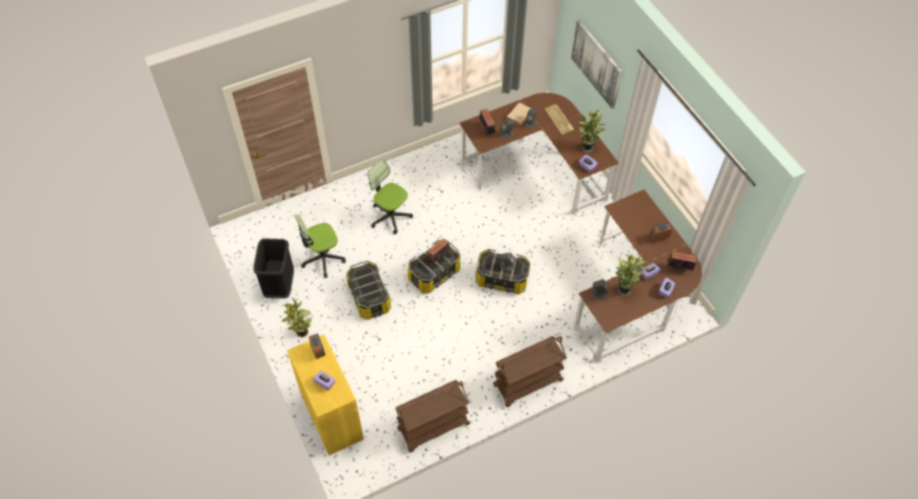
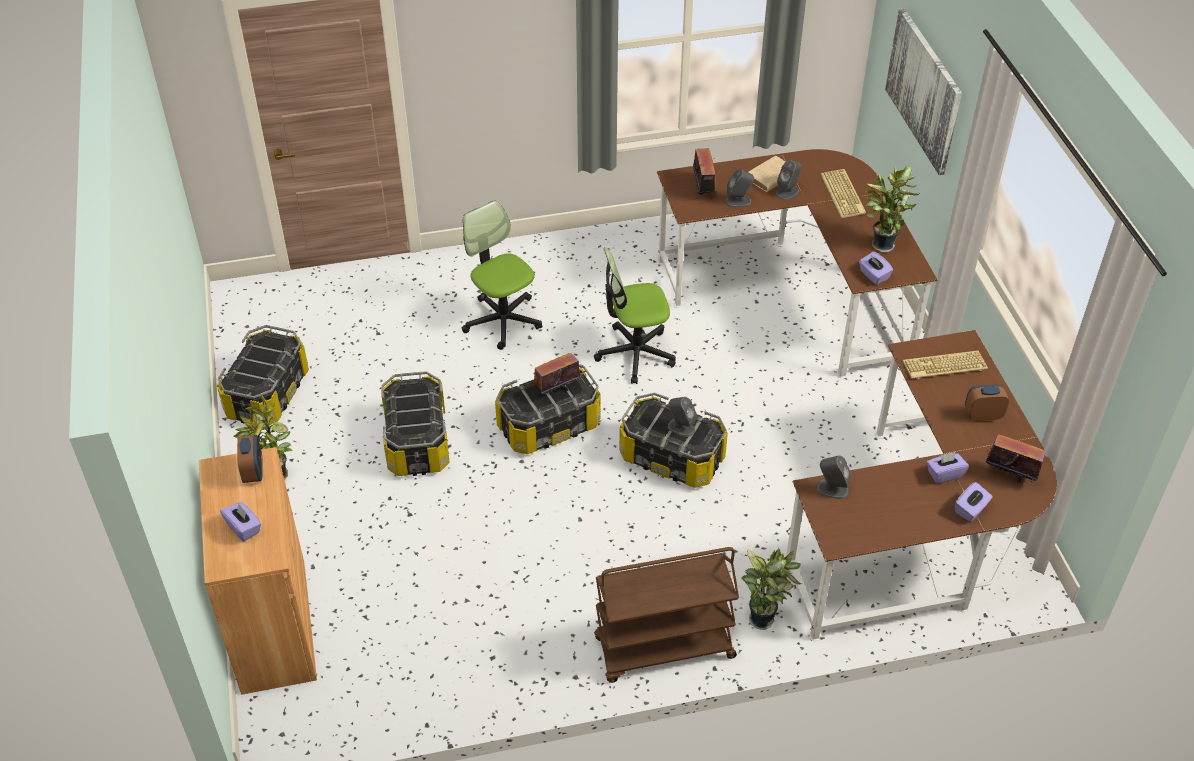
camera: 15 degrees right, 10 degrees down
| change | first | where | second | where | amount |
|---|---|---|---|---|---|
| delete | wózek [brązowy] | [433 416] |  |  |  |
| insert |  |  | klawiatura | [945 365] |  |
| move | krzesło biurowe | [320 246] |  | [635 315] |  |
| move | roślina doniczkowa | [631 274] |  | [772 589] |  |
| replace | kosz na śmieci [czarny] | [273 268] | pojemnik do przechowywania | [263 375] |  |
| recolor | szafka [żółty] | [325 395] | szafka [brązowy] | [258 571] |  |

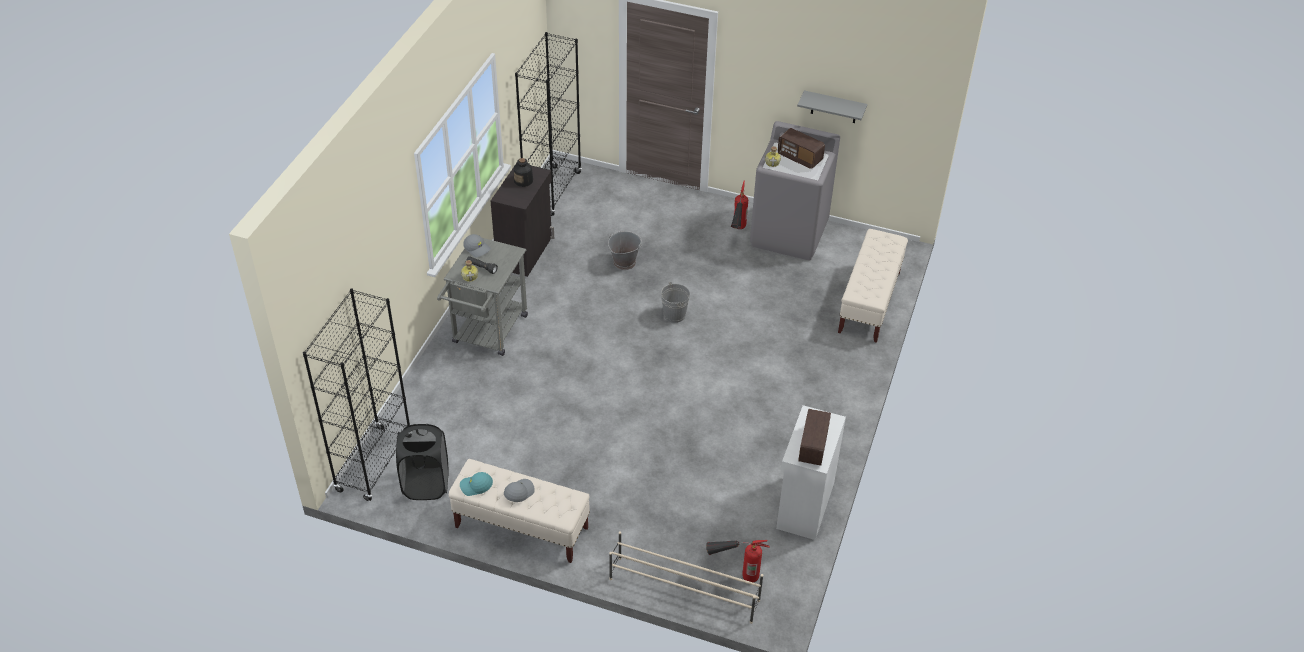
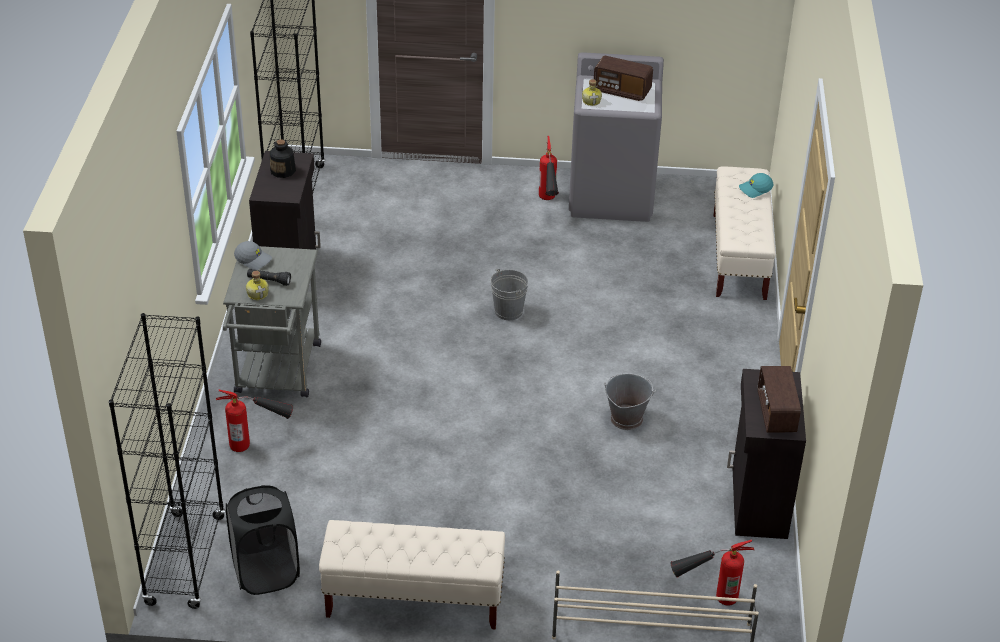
camera: 15 degrees left, 5 degrees down
| change | first | where | second | where | amount |
|---|---|---|---|---|---|
| delete | czapka z daszkiem [szary] | [519 490] |  |  |  |
| delete | półka [szary] | [832 106] |  |  |  |
| insert |  |  | gaśnica | [254 421] |  |
| move | czapka z daszkiem [turkusowy] | [476 484] |  | [756 185] |  |
| move | wiadro [szary] | [625 250] |  | [629 401] |  |
| recolor | szafka [biały] | [811 472] | szafka [czarny] | [766 454] |  |

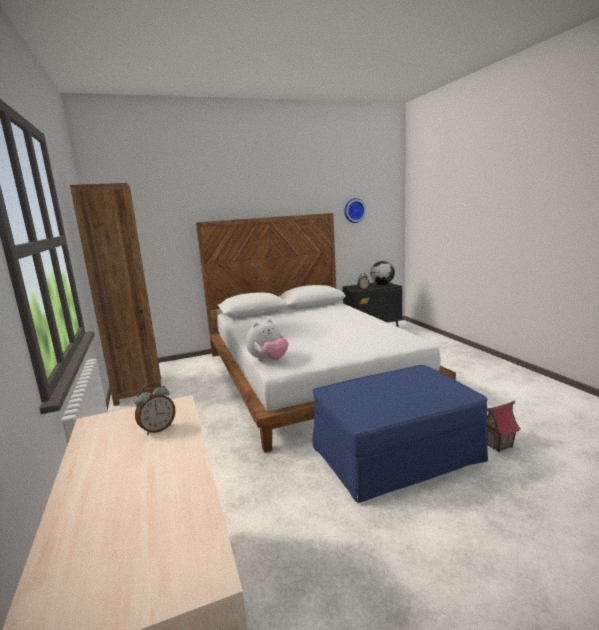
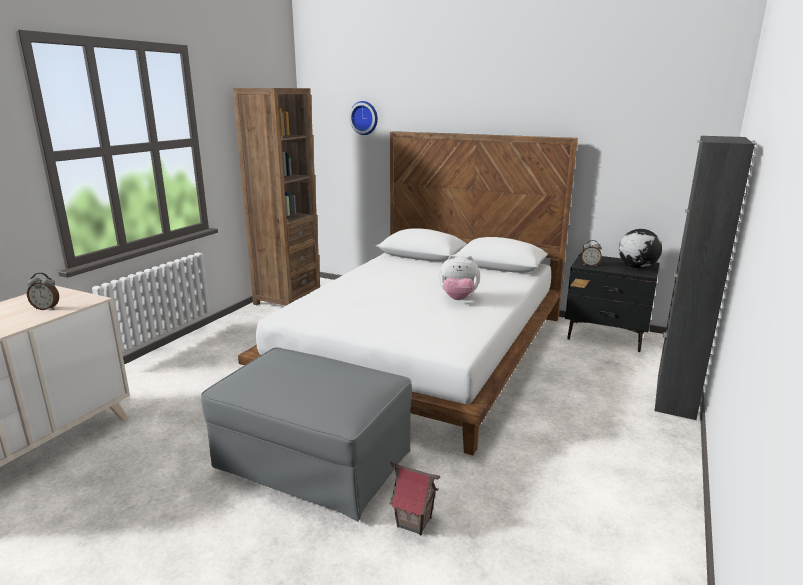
camera: 45 degrees right, 5 degrees up
| change | first | where | second | where | amount |
|---|---|---|---|---|---|
| insert |  |  | szafka [czarny] | [705 278] |  |
| move | pluszak | [267 340] |  | [459 277] |  |
| move | zegar ścienny | [355 210] |  | [363 118] |  |
| recolor | pufa [niebieski] | [400 434] | pufa [szary] | [306 434] |  |

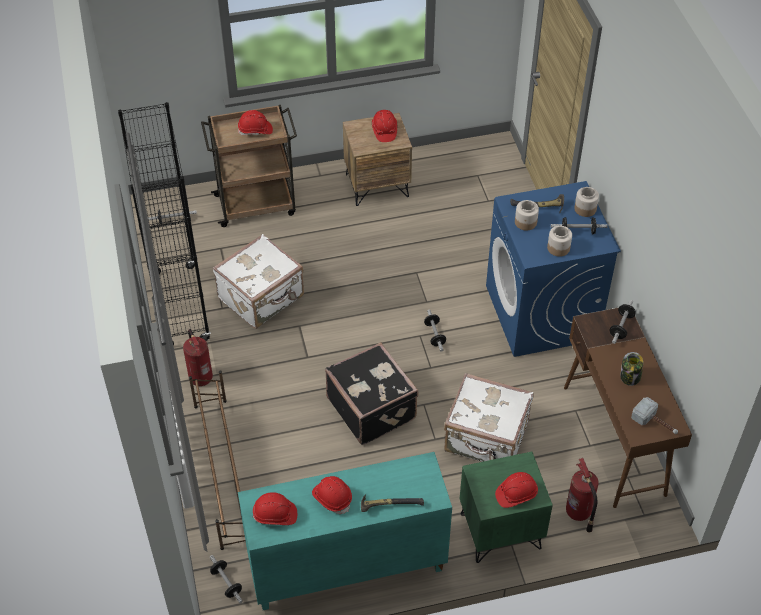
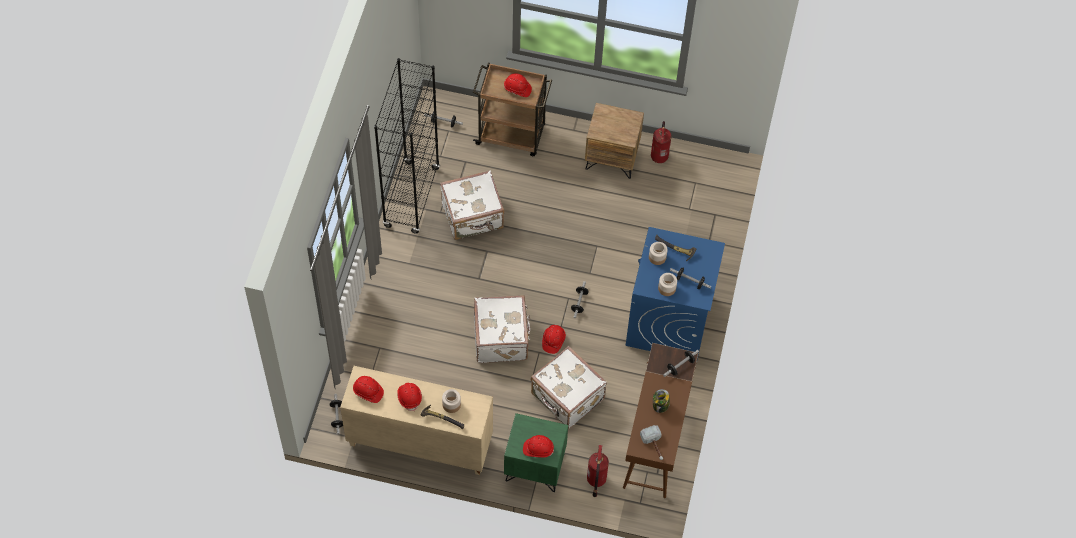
camera: 25 degrees right, 10 degrees up
| change | first | where | second | where | amount |
|---|---|---|---|---|---|
| delete | regał na buty [brązowy] | [217 460] |  |  |  |
| move | gaśnica | [198 357] |  | [661 142] |  |
| move | kask [czerwony] | [384 126] |  | [554 339] |  |
| move | słoik | [586 202] |  | [451 401] |  |
| recolor | szafka [turkusowy] | [345 531] | szafka [beżowy] | [416 420] |  |
| recolor | walizka [czarny] | [372 393] | walizka [biały] | [502 329] |  |

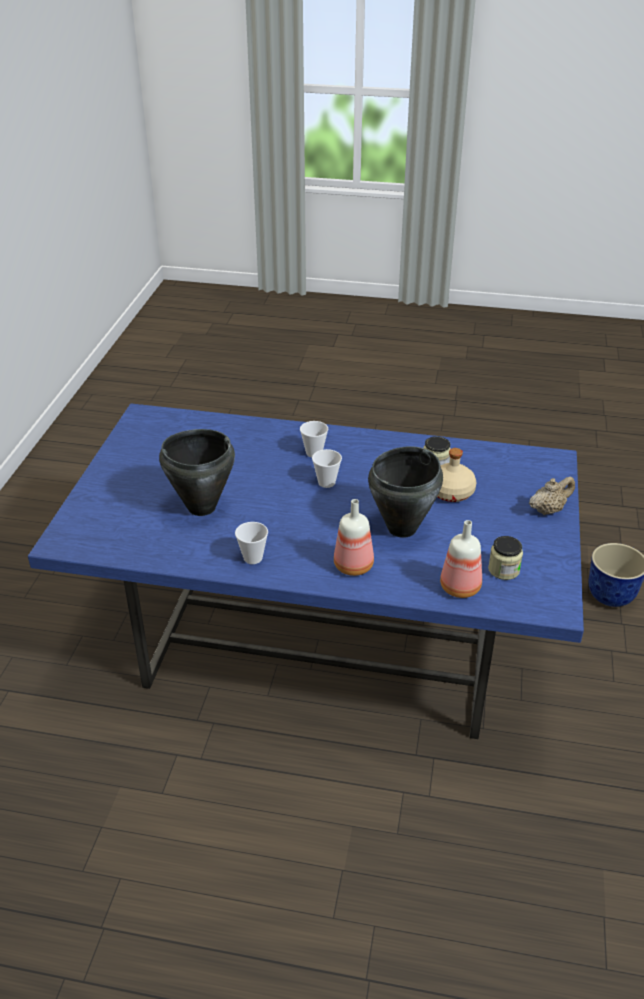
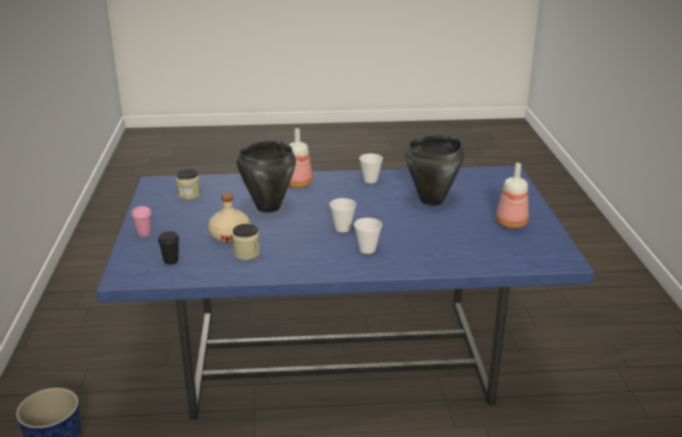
camera: 165 degrees right, 10 degrees down
| change | first | where | second | where | amount |
|---|---|---|---|---|---|
| insert |  |  | filiżanka [czarny] | [168 248] |  |
| move | butelka | [461 559] |  | [512 196] |  |
| replace | imbryk [beżowy] | [552 496] | filiżanka [różowy] | [142 221] |  |

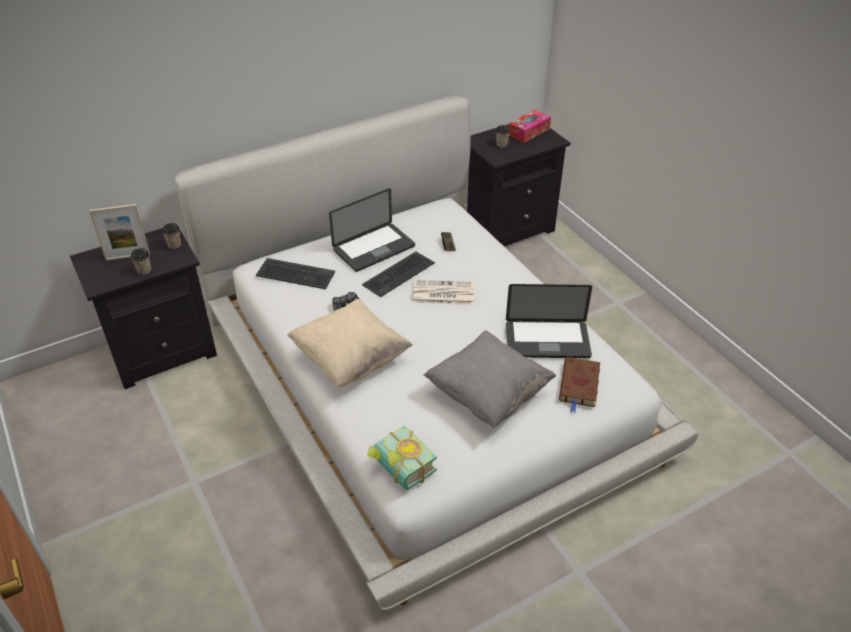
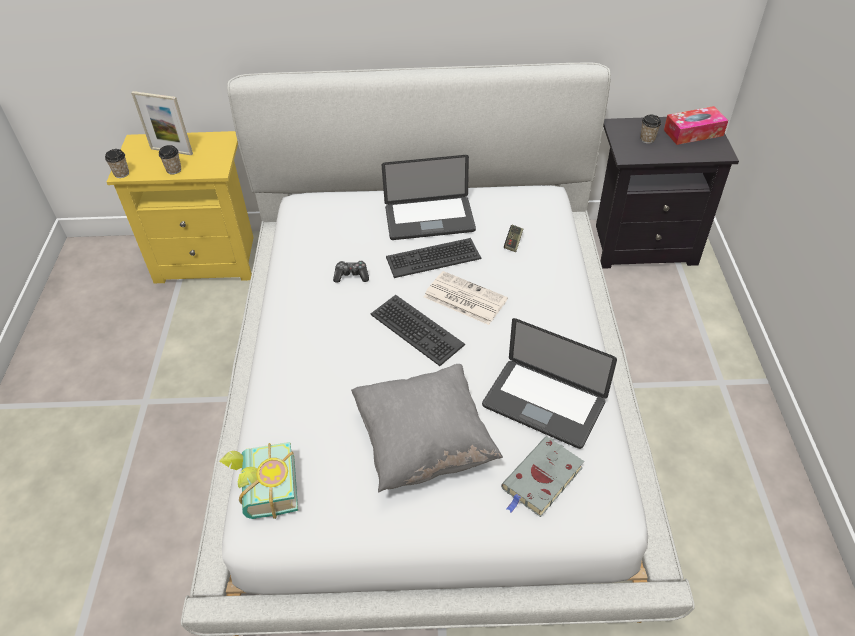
camera: 30 degrees right, 5 degrees up
| change | first | where | second | where | amount |
|---|---|---|---|---|---|
| delete | poduszka [beżowy] | [349 344] |  |  |  |
| move | filiżanka | [171 236] |  | [117 163] |  |
| move | klawiatura | [295 273] |  | [417 330] |  |
| recolor | szafka nocna [czarny] | [143 308] | szafka nocna [żółty] | [180 207] |  |
| recolor | książka [brązowy] | [579 384] | książka [szary] | [542 476] |  |

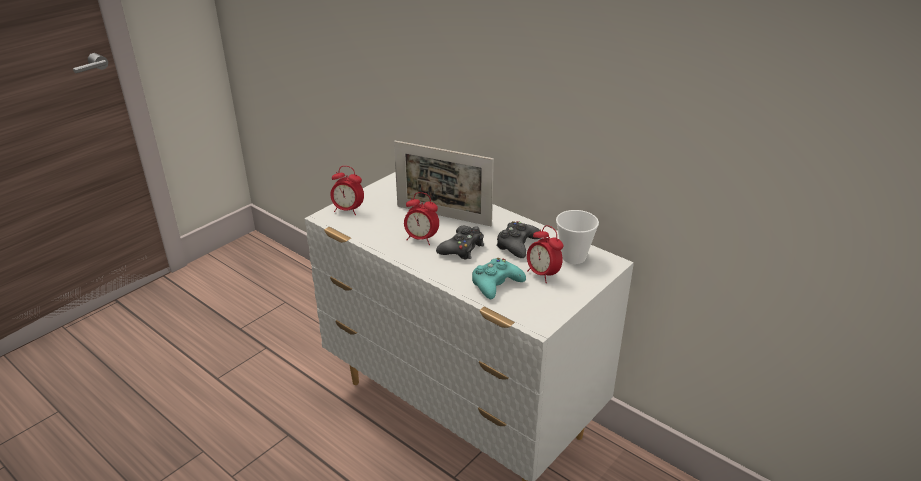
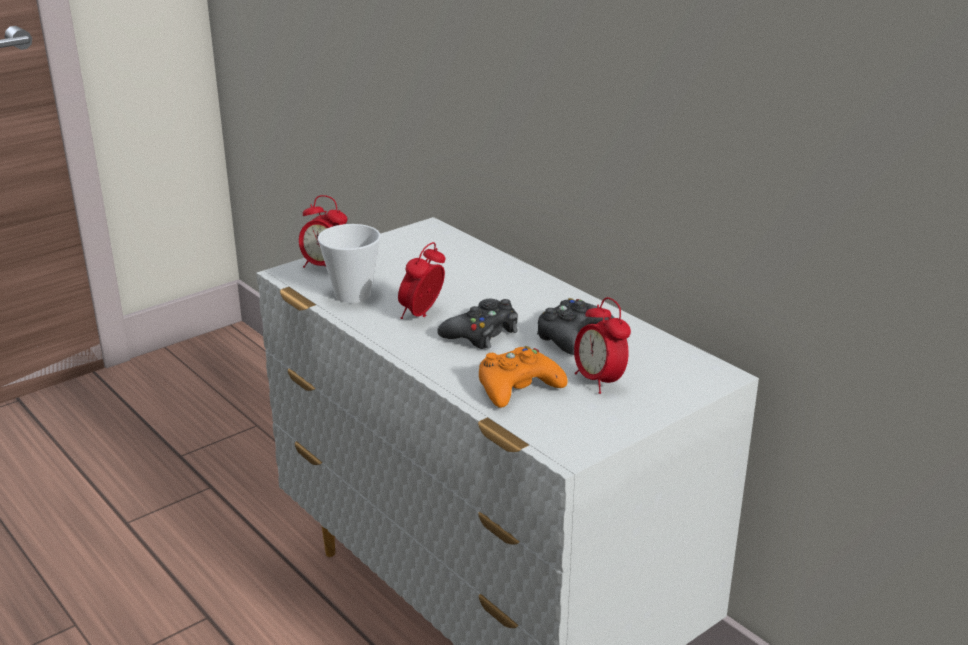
camera: 10 degrees right, 5 degrees down
| change | first | where | second | where | amount |
|---|---|---|---|---|---|
| delete | ramka na zdjęcie | [444 183] |  |  |  |
| move | filiżanka | [577 237] |  | [349 263] |  |
| recolor | pad do gier [turkusowy] | [499 278] | pad do gier [pomarańczowy] | [523 377] |  |
| rotate | budzik | [421 218] |  | [421 280] | 90 degrees clockwise |

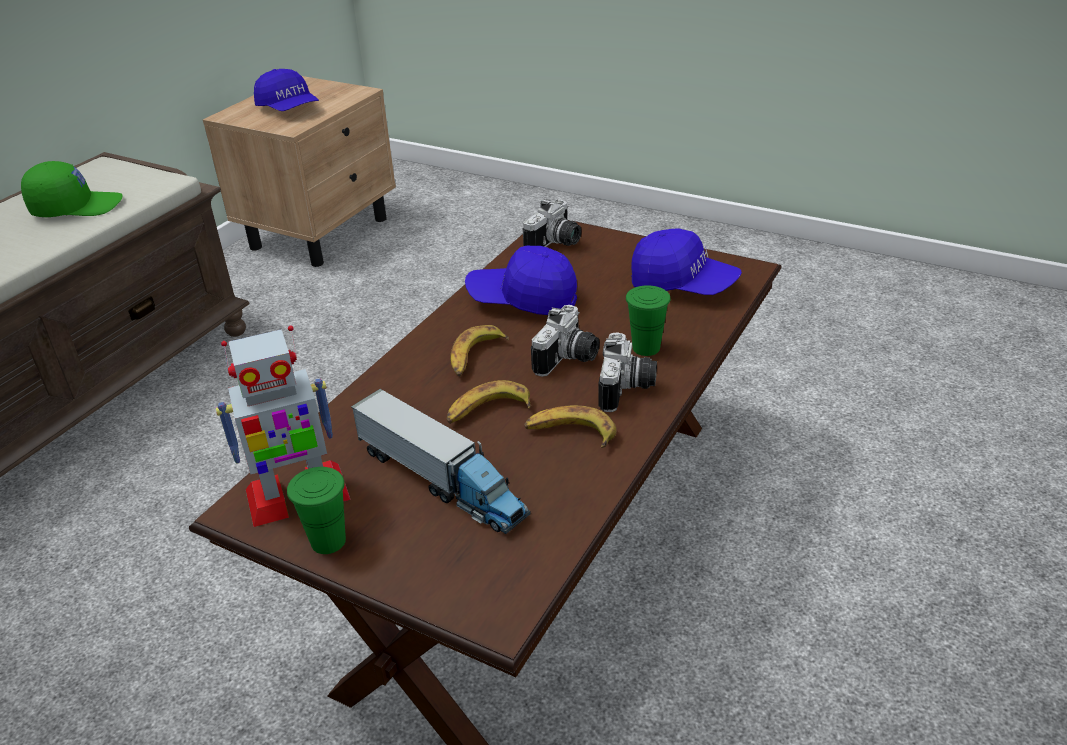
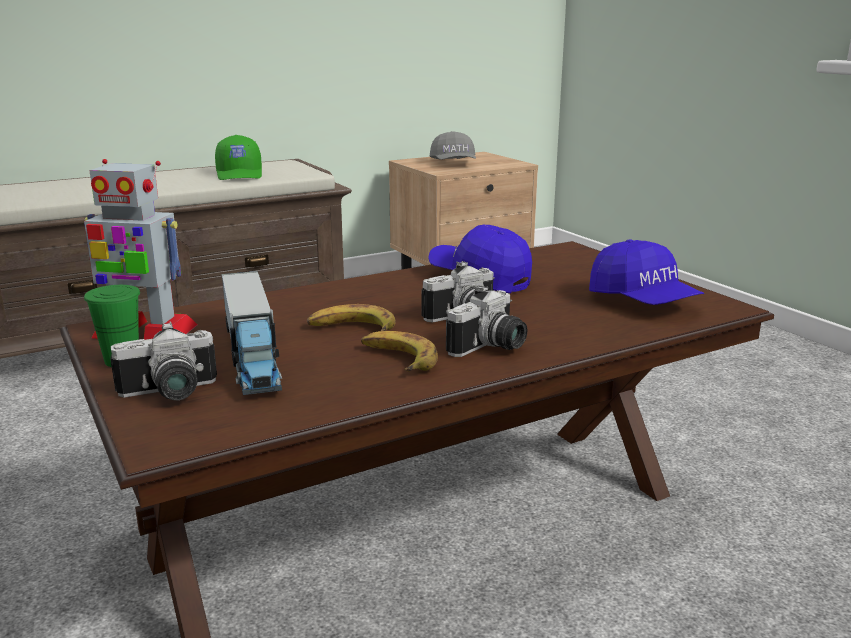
camera: 30 degrees right, 15 degrees down
| change | first | where | second | where | amount |
|---|---|---|---|---|---|
| delete | banan | [480 351] |  |  |  |
| delete | filiżanka [zielony] | [648 320] |  |  |  |
| move | aparat fotograficzny | [552 223] |  | [163 360] |  |
| recolor | czapka z daszkiem [niebieski] | [286 90] | czapka z daszkiem [szary] | [453 145] |  |
| rotate | czapka z daszkiem [zielony] | [71 189] |  | [238 157] | 60 degrees clockwise |

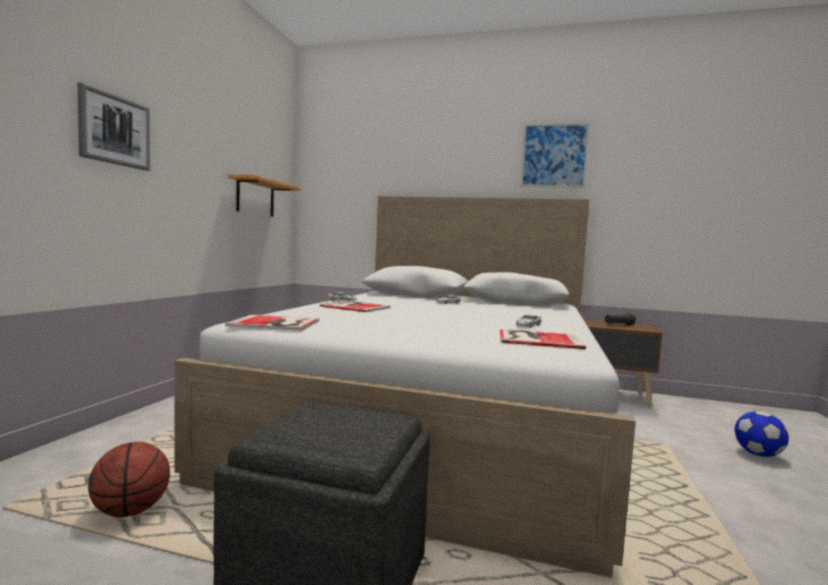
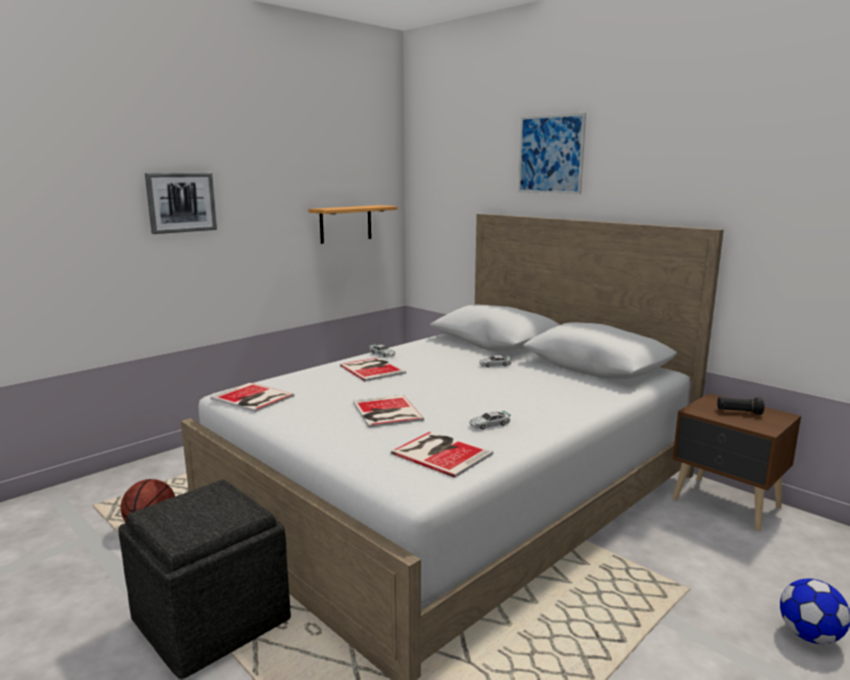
camera: 30 degrees right, 10 degrees up
| change | first | where | second | where | amount |
|---|---|---|---|---|---|
| insert |  |  | książka | [388 411] |  |
| move | obraz | [555 155] |  | [552 153] |  |

